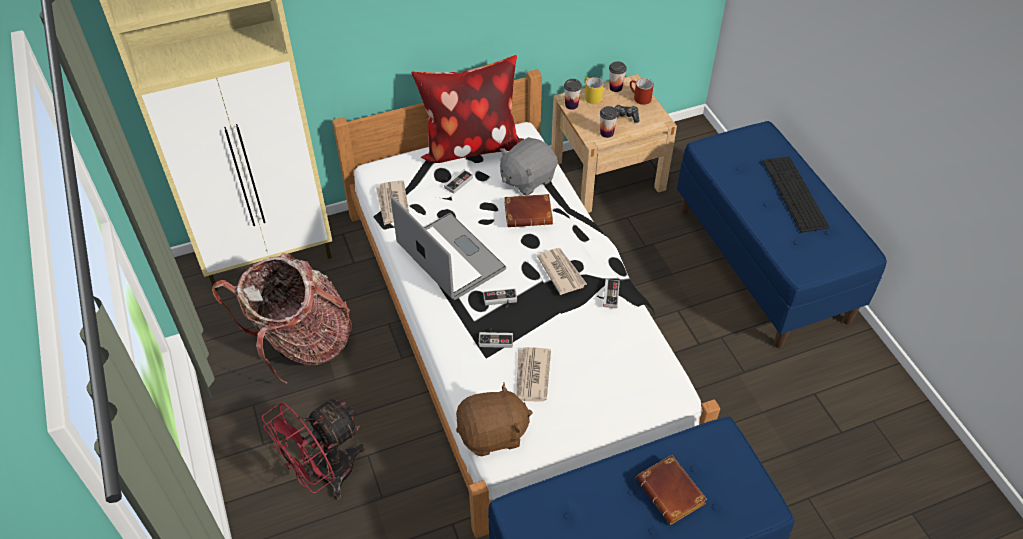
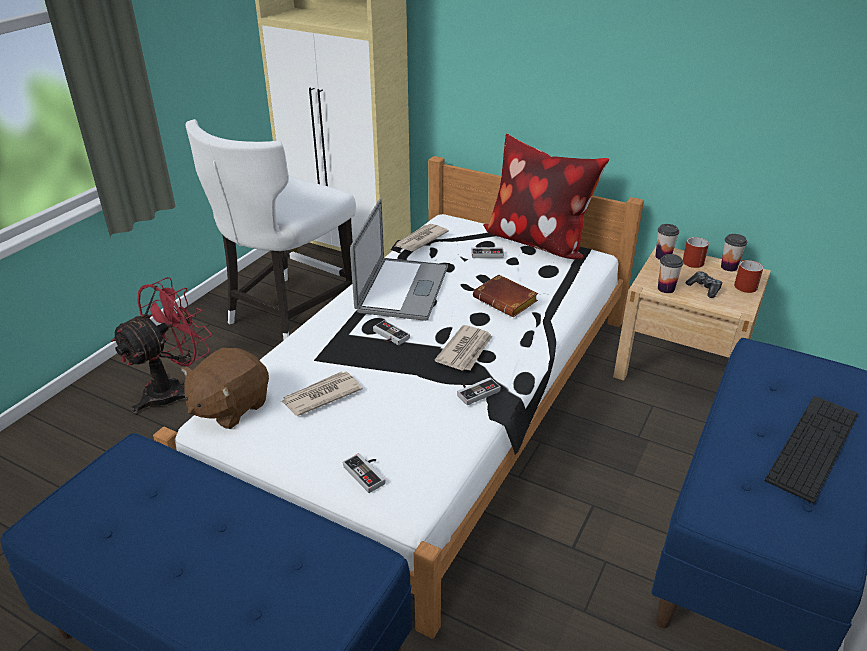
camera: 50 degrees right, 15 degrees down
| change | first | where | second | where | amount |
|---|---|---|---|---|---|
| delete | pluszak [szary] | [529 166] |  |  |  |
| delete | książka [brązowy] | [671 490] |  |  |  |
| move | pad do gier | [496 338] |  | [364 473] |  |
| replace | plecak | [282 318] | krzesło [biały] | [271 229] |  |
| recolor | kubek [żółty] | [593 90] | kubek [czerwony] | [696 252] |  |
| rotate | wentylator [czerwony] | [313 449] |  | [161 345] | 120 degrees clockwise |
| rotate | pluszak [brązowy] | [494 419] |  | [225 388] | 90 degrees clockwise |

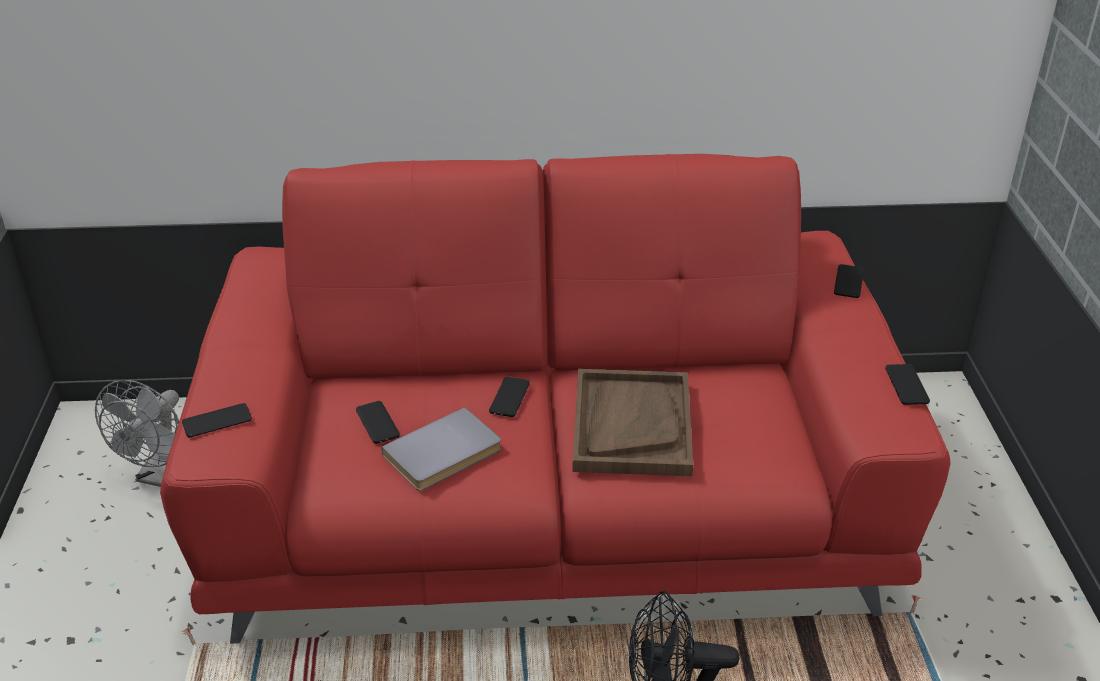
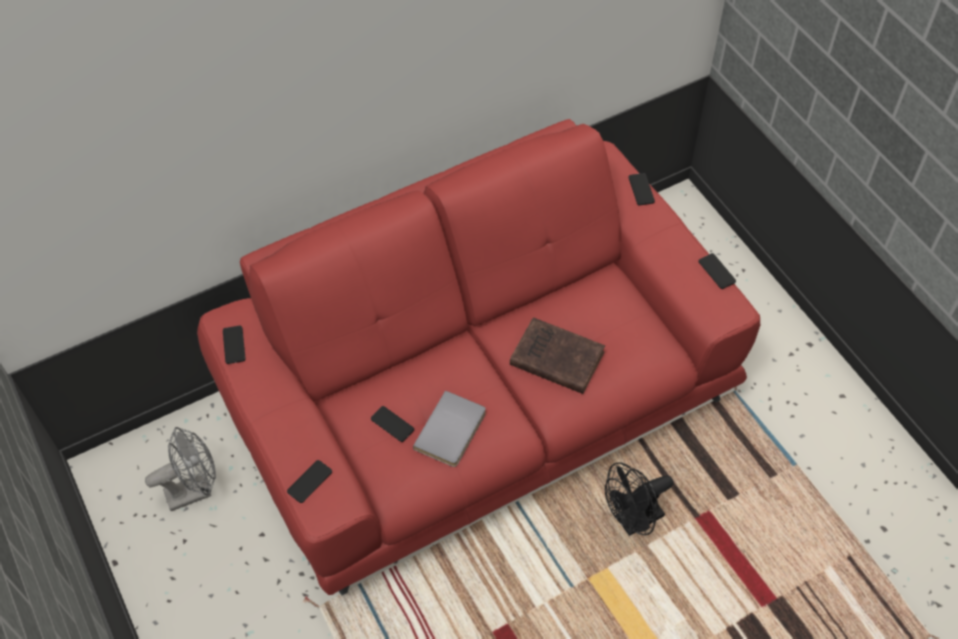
camera: 25 degrees left, 20 degrees up
| change | first | where | second | where | amount |
|---|---|---|---|---|---|
| move | telefon | [509 396] |  | [234 345] |  |
| replace | taca [brązowy] | [633 422] | książka [brązowy] | [557 355] |  |
| rotate | wentylator [szary] | [137 433] |  | [180 469] | 105 degrees counterclockwise |

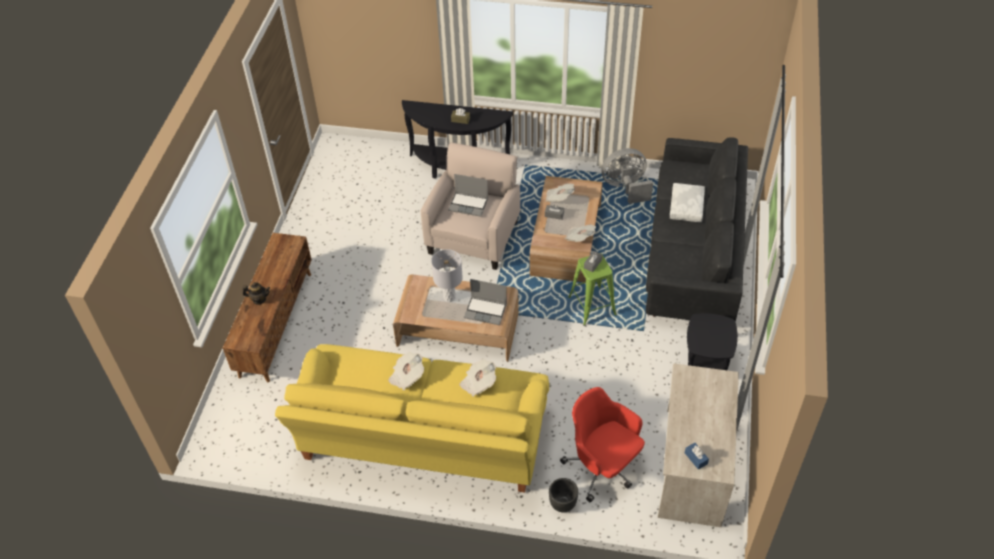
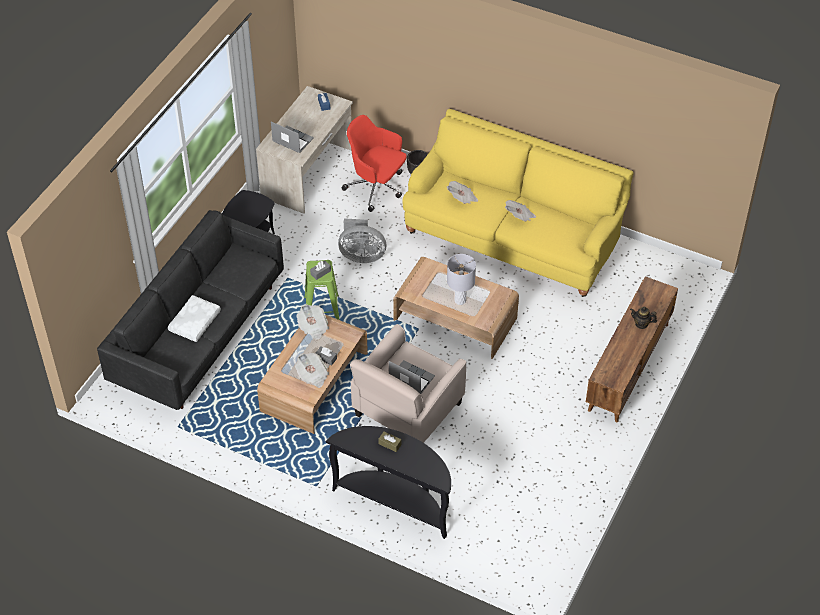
camera: 165 degrees left, 0 degrees up
| change | first | where | second | where | amount |
|---|---|---|---|---|---|
| move | laptop | [485 302] |  | [292 137] |  |
| move | wentylator [szary] | [627 176] |  | [362 240] |  |
| rotate | krzesło biurowe [czerwony] | [602 444] |  | [374 163] | 150 degrees clockwise |

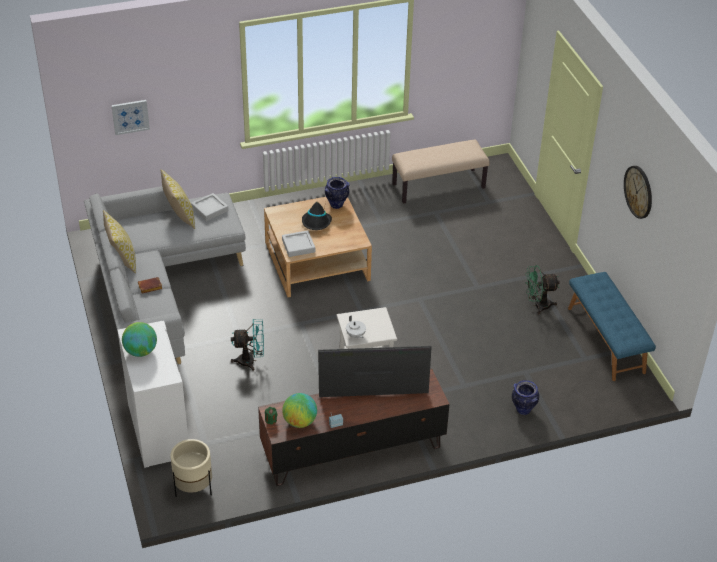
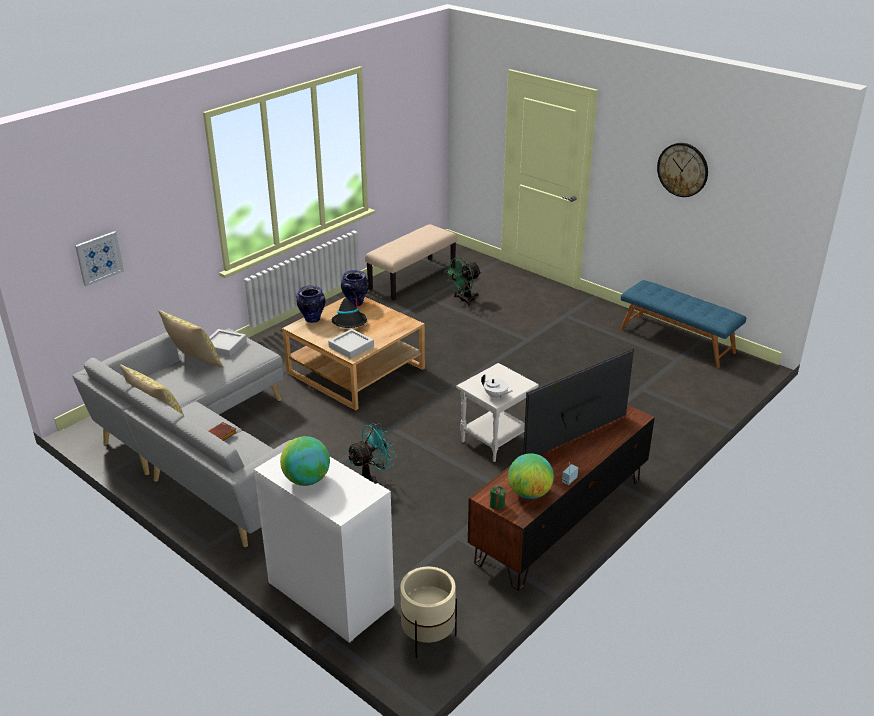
camera: 30 degrees left, 10 degrees down
| change | first | where | second | where | amount |
|---|---|---|---|---|---|
| move | wazon | [525 397] |  | [310 304] |  |
| move | wentylator [zielony] | [543 289] |  | [462 281] |  |

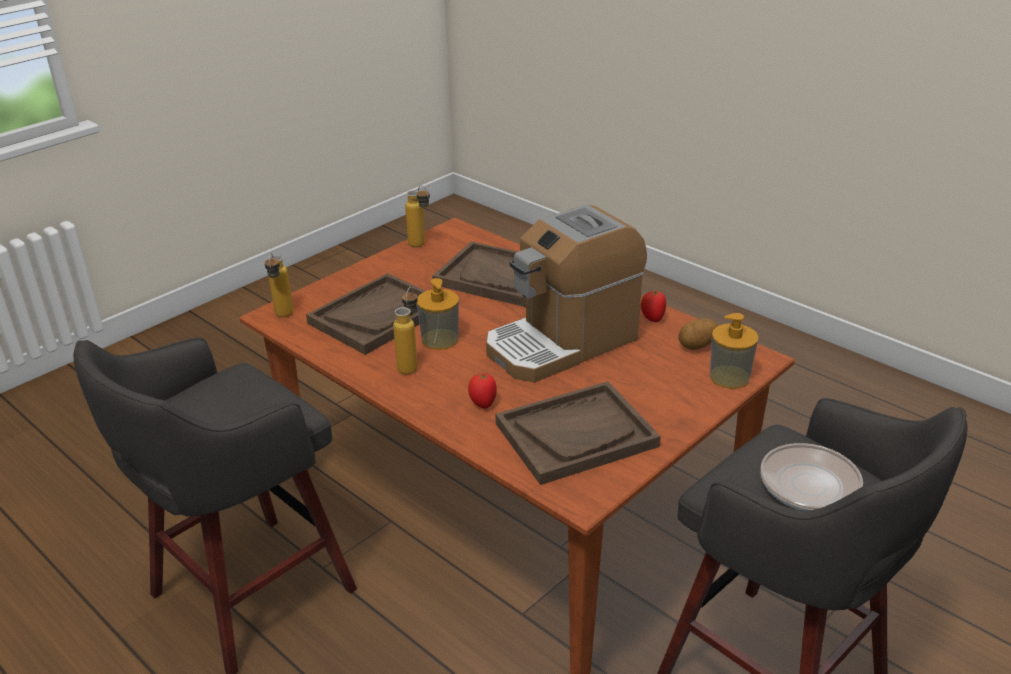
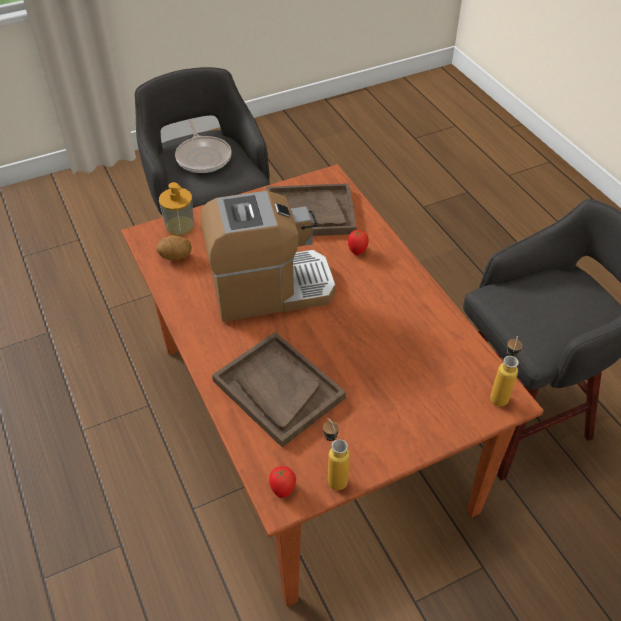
camera: 160 degrees left, 15 degrees up
| change | first | where | second | where | amount |
|---|---|---|---|---|---|
| delete | taca [brązowy] | [365 314] |  |  |  |
| delete | butelka | [405 331] |  |  |  |
| delete | dozownik mydła | [438 314] |  |  |  |
| move | pomidor | [653 306] |  | [282 482] |  |

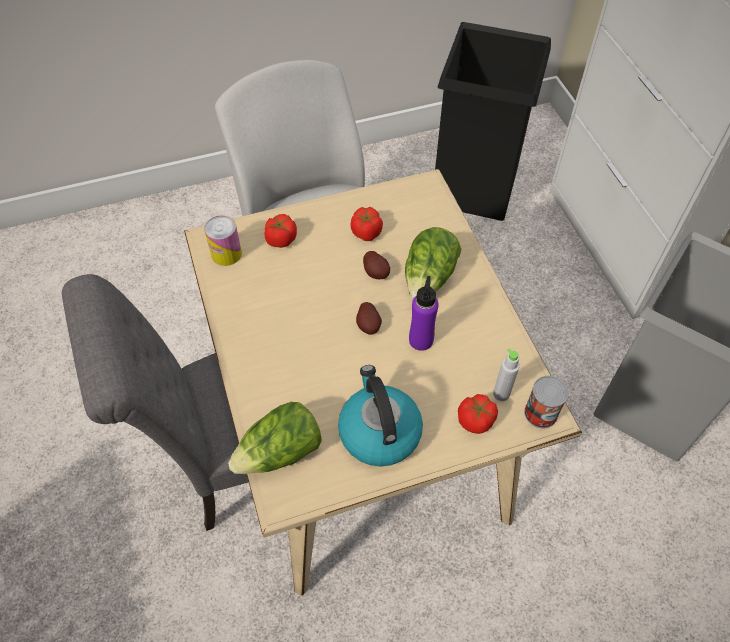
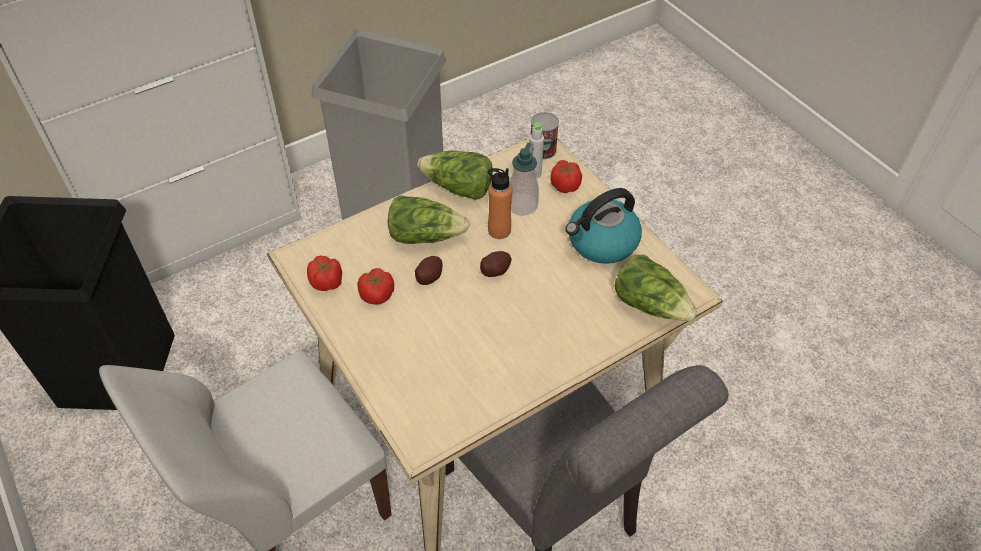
camera: 105 degrees left, 5 degrees down
| change | first | where | second | where | amount |
|---|---|---|---|---|---|
| delete | puszka | [223 240] |  |  |  |
| insert |  |  | sałata | [455 175] |  |
| insert |  |  | dozownik mydła | [524 179] |  |
| move | pomidor | [280 231] |  | [324 273] |  |
| recolor | butelka [fioletowy] | [423 313] | butelka [pomarańczowy] | [500 203] |  |

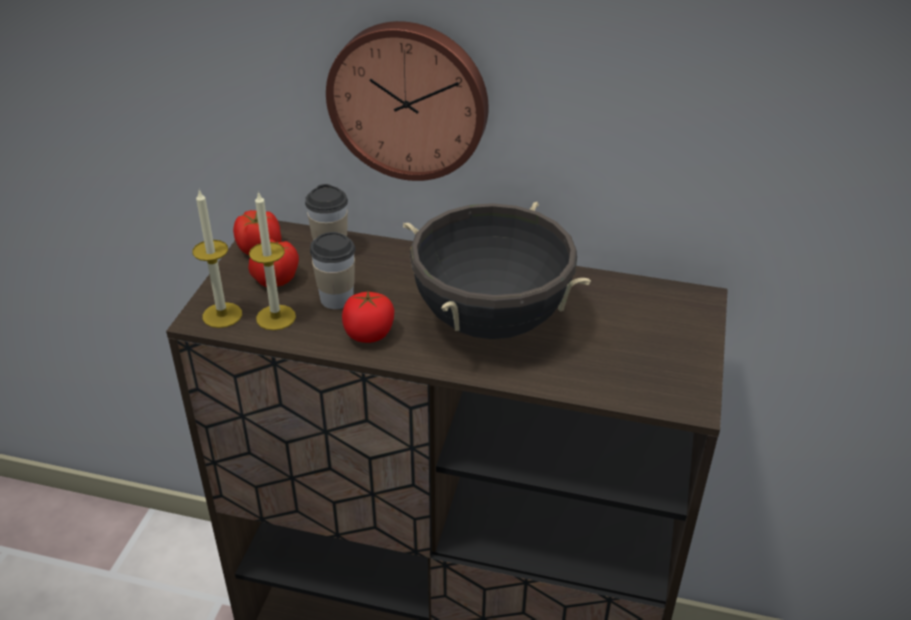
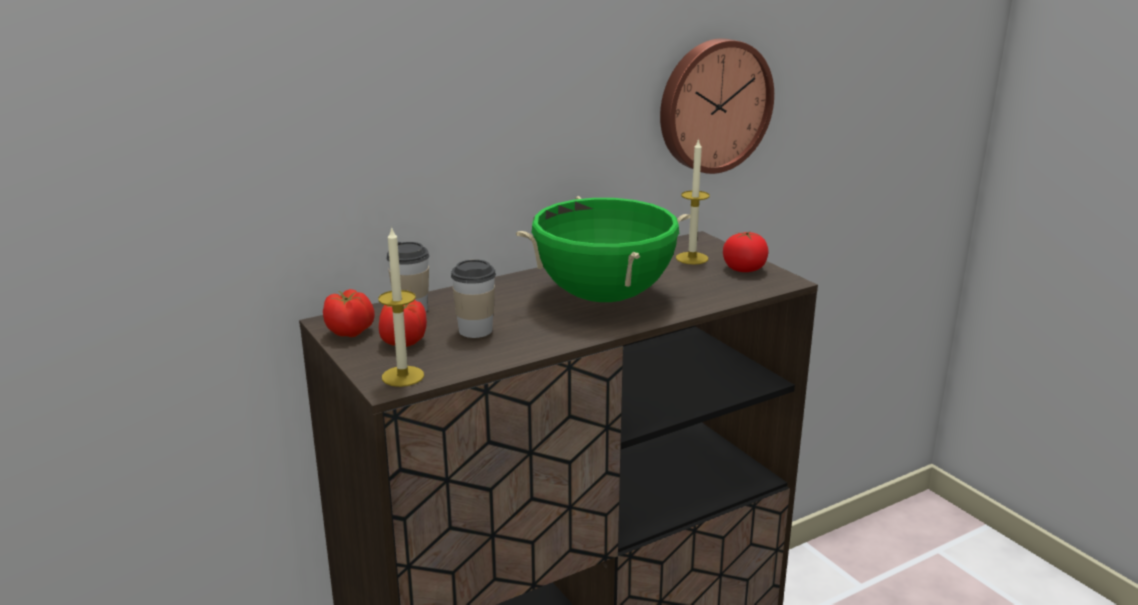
camera: 45 degrees left, 15 degrees down
| change | first | where | second | where | amount |
|---|---|---|---|---|---|
| move | świeca | [272 260] |  | [693 201] |  |
| move | zegar ścienny | [407 101] |  | [717 106] |  |
| move | pomidor | [368 317] |  | [746 252] |  |
| recolor | garnek [czarny] | [497 270] | garnek [zielony] | [603 249] |  |

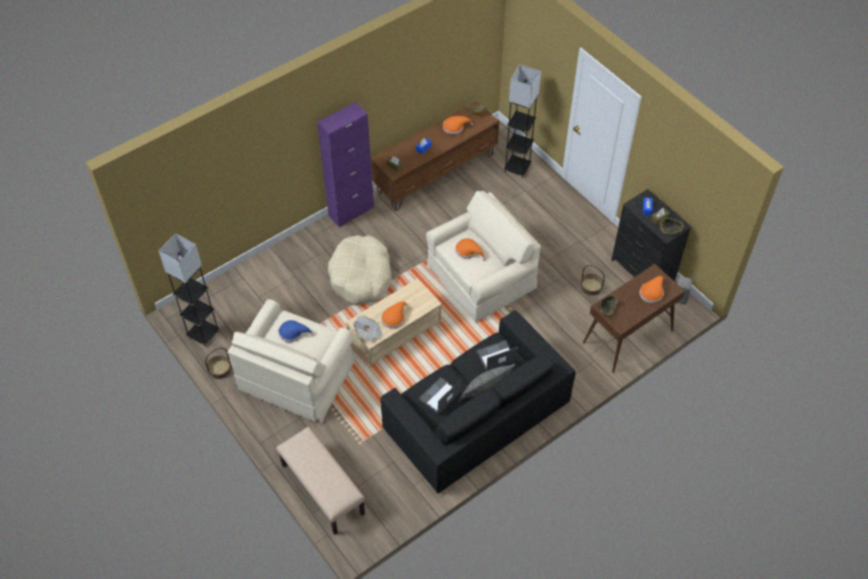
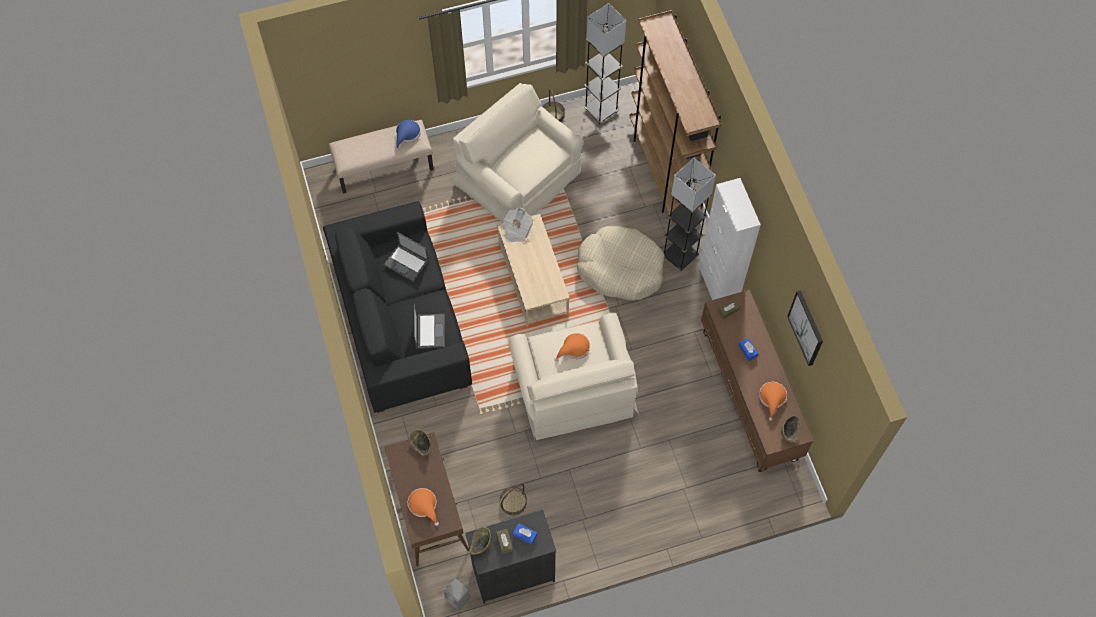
camera: 110 degrees right, 10 degrees up
| change | first | where | second | where | amount |
|---|---|---|---|---|---|
| delete | kapelusz [pomarańczowy] | [394 314] |  |  |  |
| delete | poduszka [szary] | [486 382] |  |  |  |
| insert |  |  | regał [brązowy] | [675 116] |  |
| insert |  |  | obraz | [805 328] |  |
| move | kapelusz [niebieski] | [296 331] |  | [408 135] |  |
| move | lampa stojąca [szary] | [522 121] |  | [689 214] |  |
| recolor | szafka [fioletowy] | [345 165] | szafka [biały] | [730 239] |  |
| rotate | laptop | [440 395] |  | [406 256] | 150 degrees clockwise |

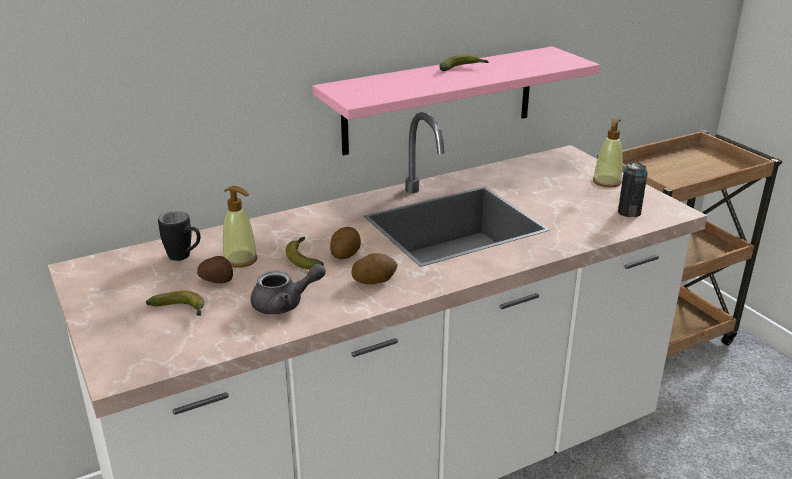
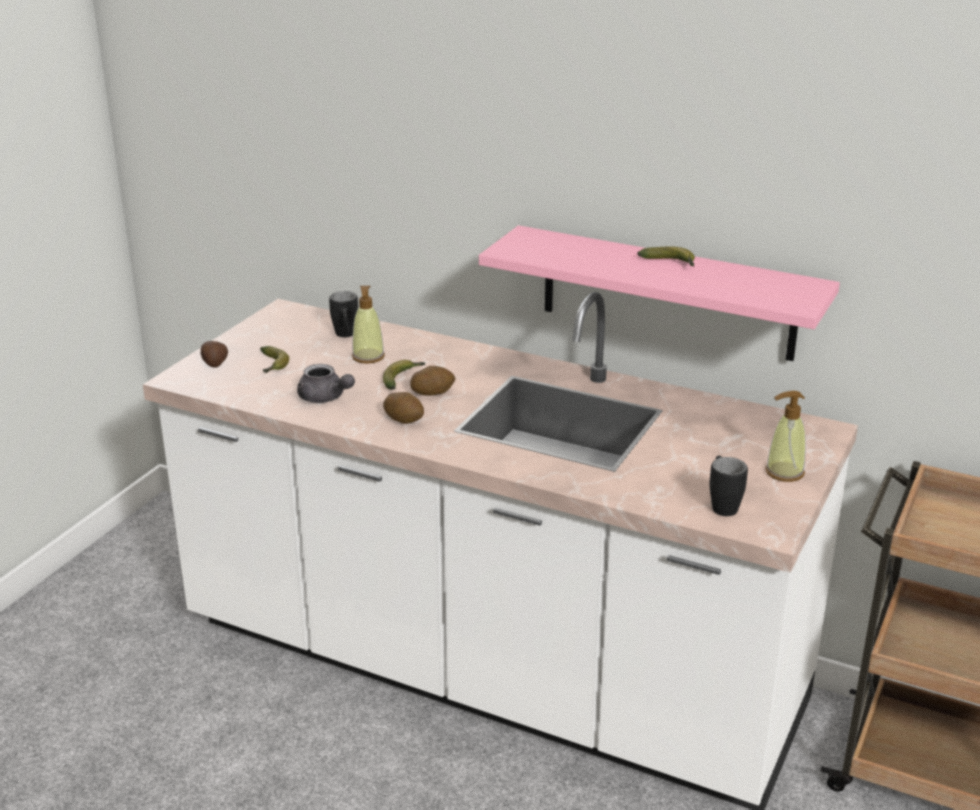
camera: 55 degrees right, 0 degrees up
| change | first | where | second | where | amount |
|---|---|---|---|---|---|
| move | ziemniak | [215 269] |  | [214 354] |  |
| replace | puszka | [633 189] | kubek [czarny] | [729 486] |  |

